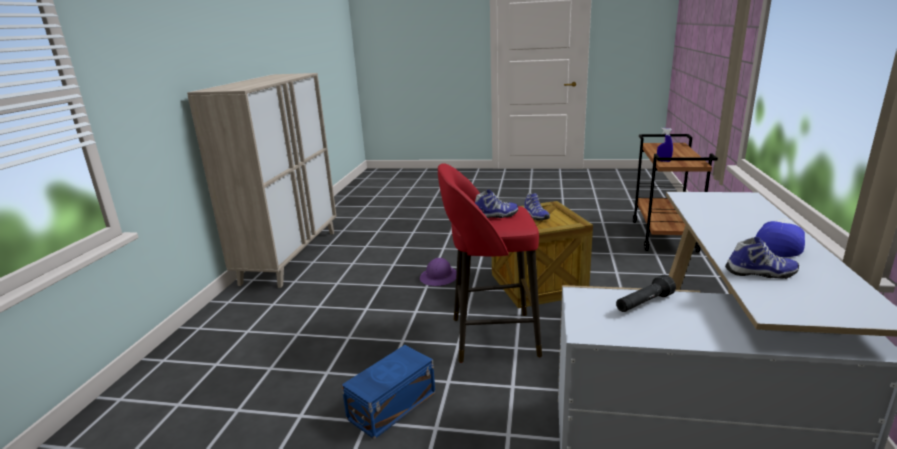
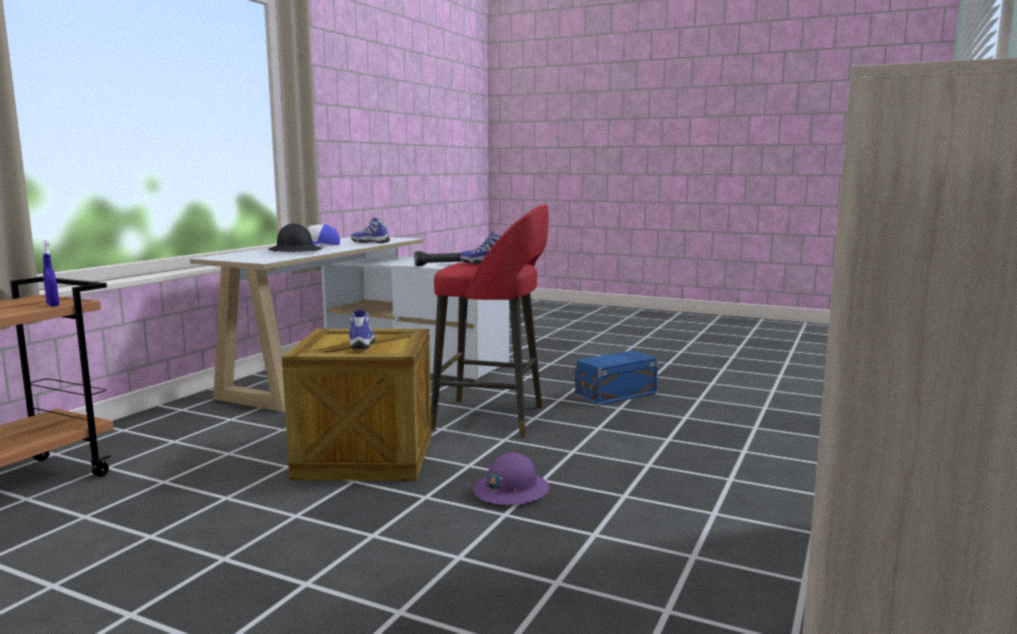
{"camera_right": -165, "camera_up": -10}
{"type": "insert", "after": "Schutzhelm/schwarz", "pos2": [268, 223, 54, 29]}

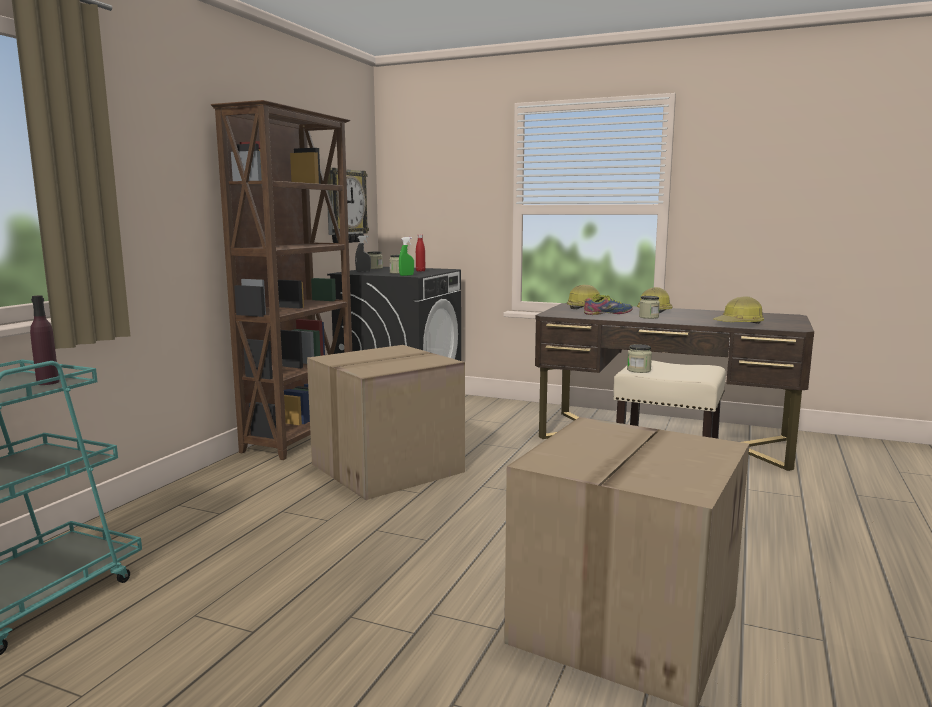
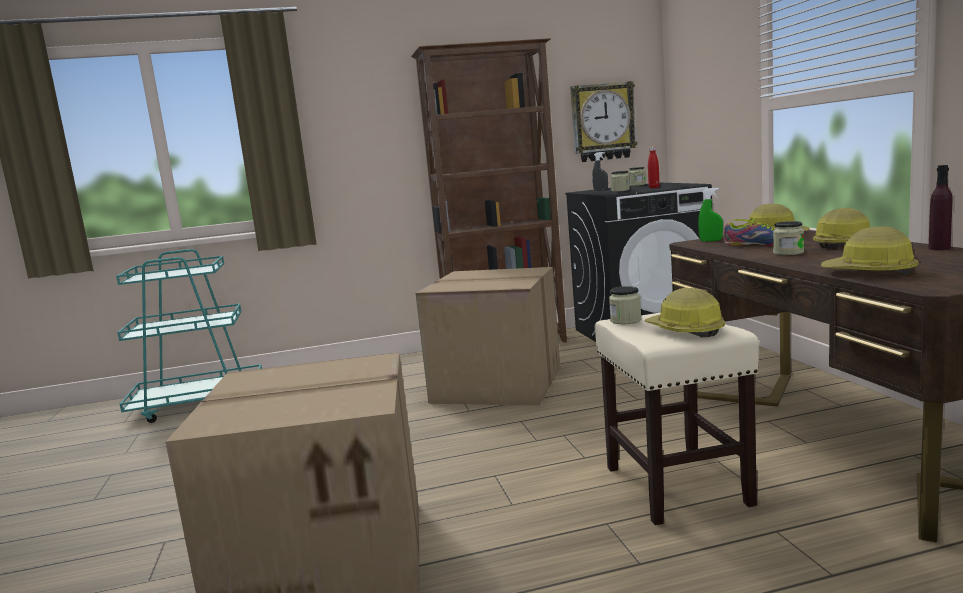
{"camera_right": 55, "camera_up": 0}
{"type": "move", "before": "Sprühflasche/grün", "pos1": [399, 237, 15, 39], "pos2": [698, 188, 25, 54]}
{"type": "move", "before": "Flasche/lila", "pos1": [30, 296, 29, 89], "pos2": [929, 165, 24, 85]}
{"type": "insert", "after": "Schutzhelm", "pos2": [645, 288, 80, 49]}

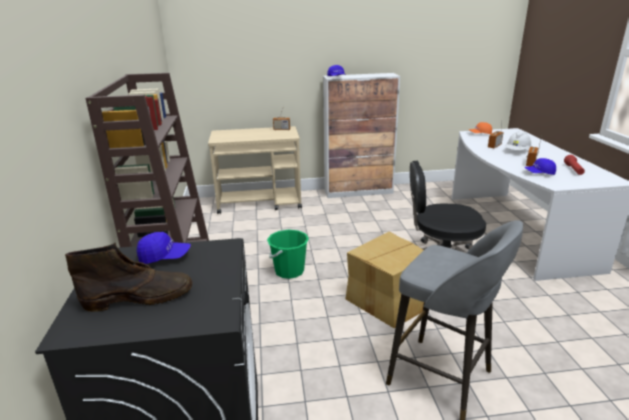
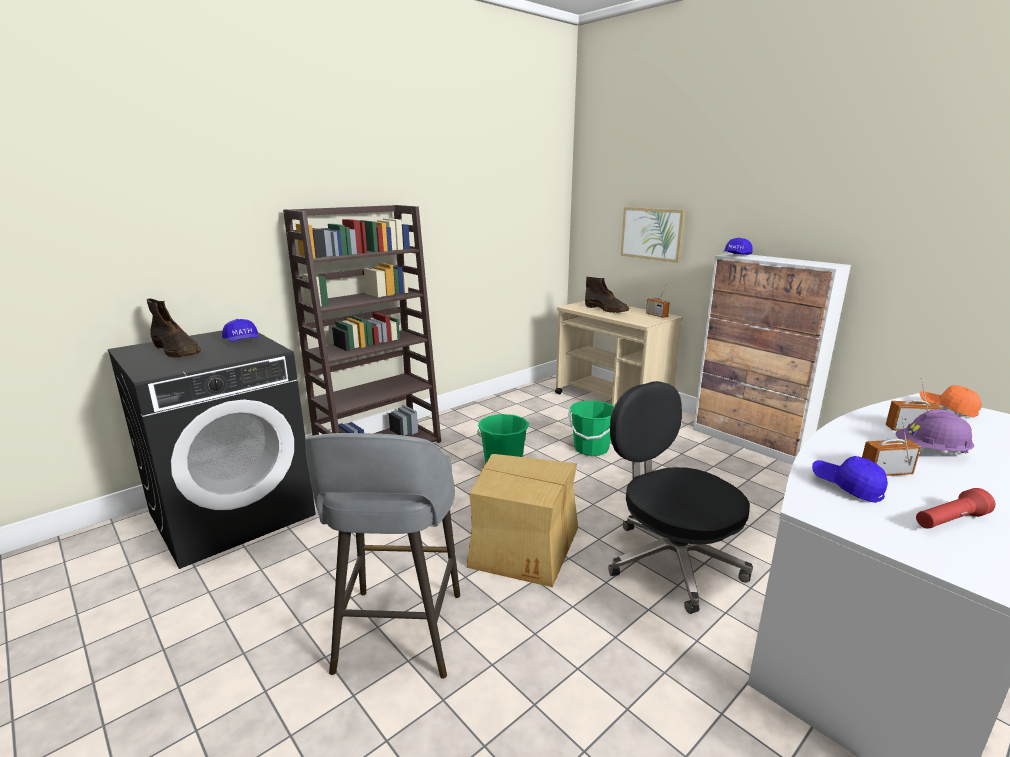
{"camera_right": 55, "camera_up": -5}
{"type": "recolor", "before": "Schutzhelm/weiß", "after": "Schutzhelm/lila", "pos1": [505, 131, 27, 19], "pos2": [896, 409, 78, 45]}
{"type": "insert", "after": "Bild", "pos2": [621, 207, 65, 56]}
{"type": "insert", "after": "Stiefel/braun", "pos2": [585, 277, 44, 36]}
{"type": "insert", "after": "Eimer/grün", "pos2": [568, 400, 46, 56]}

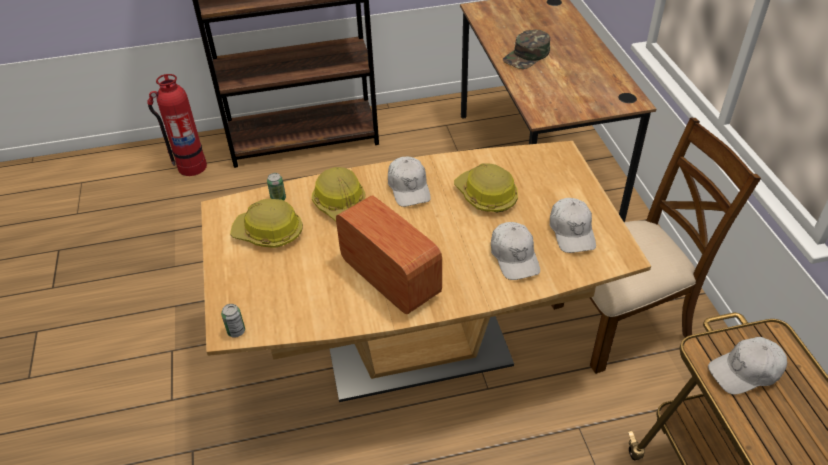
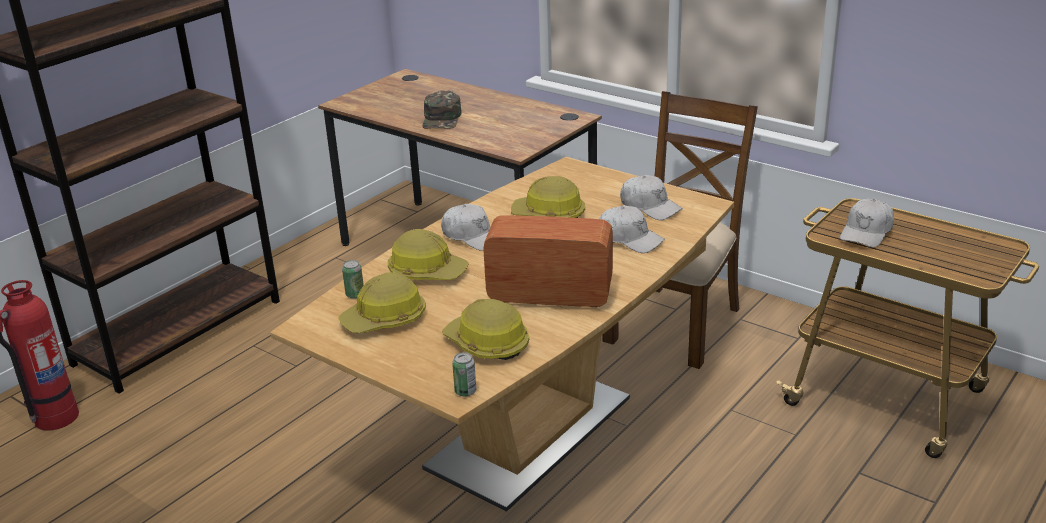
{"camera_right": -40, "camera_up": -15}
{"type": "insert", "after": "Schutzhelm", "pos2": [442, 299, 87, 61]}

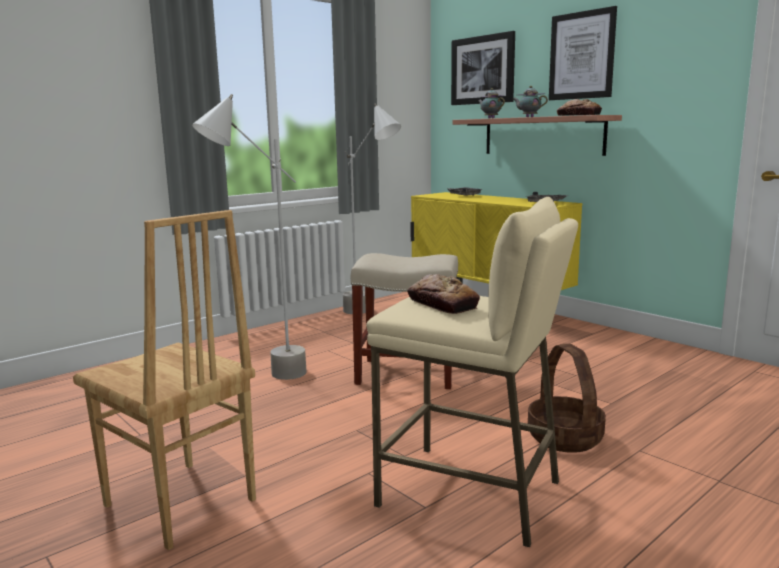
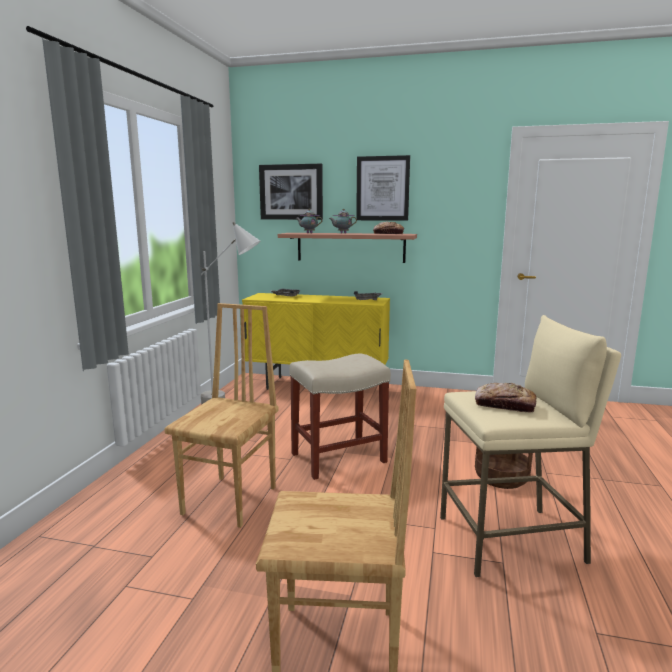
{"camera_right": -35, "camera_up": 0}
{"type": "replace", "before": "Stehlampe/grau", "after": "Stuhl/braun", "pos1": [192, 94, 115, 286], "pos2": [165, 303, 114, 225]}

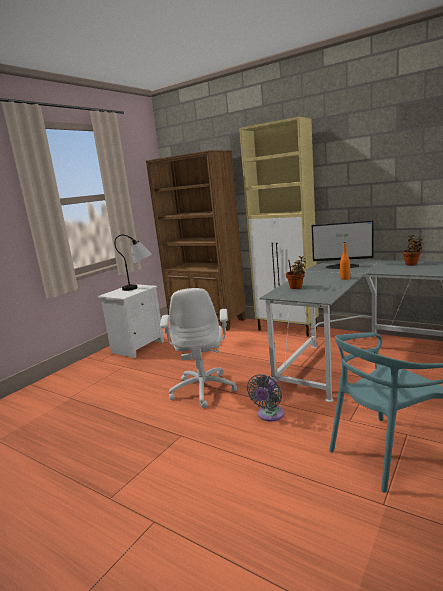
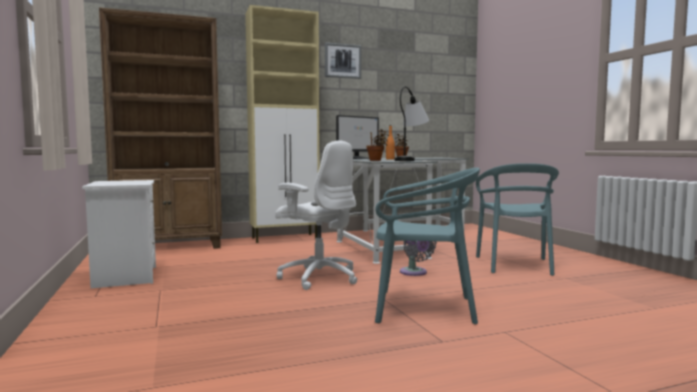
{"camera_right": -55, "camera_up": -10}
{"type": "move", "before": "Tischlampe", "pos1": [114, 234, 38, 57], "pos2": [394, 86, 35, 75]}
{"type": "insert", "after": "Bild", "pos2": [325, 43, 36, 36]}
{"type": "insert", "after": "Stuhl/türkis", "pos2": [375, 167, 105, 157]}

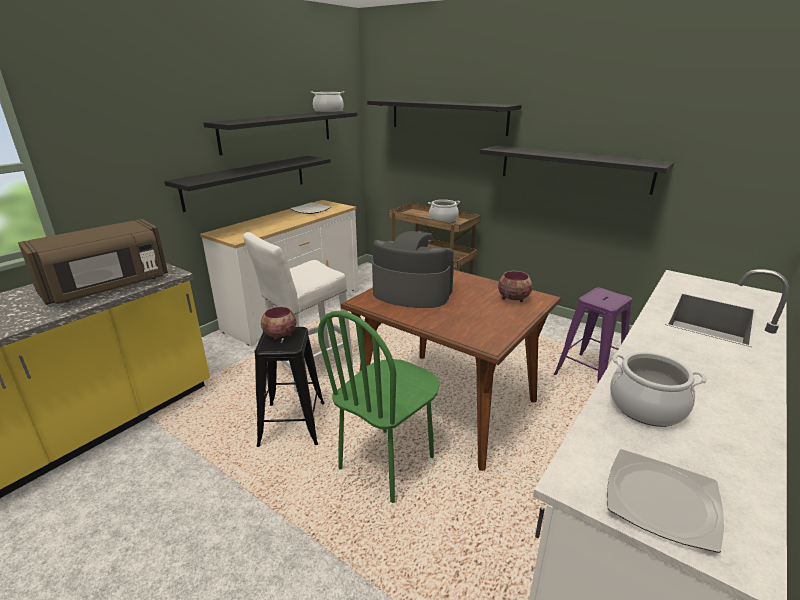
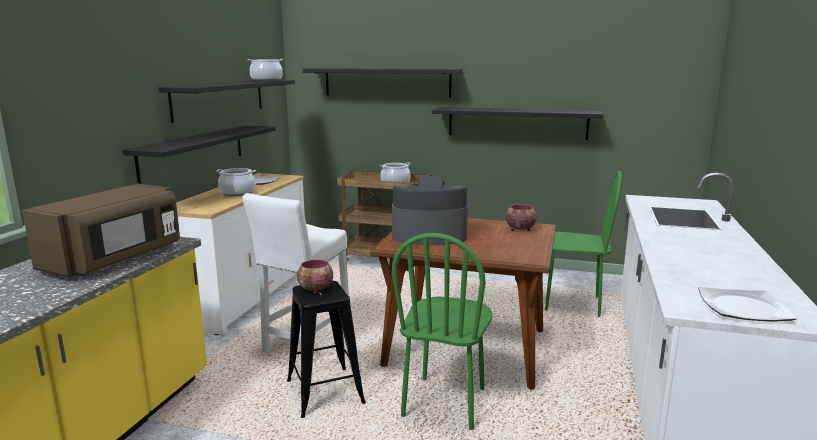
{"camera_right": -20, "camera_up": -10}
{"type": "replace", "before": "Hocker/lila", "after": "Stuhl/grün", "pos1": [554, 288, 78, 95], "pos2": [545, 171, 77, 146]}
{"type": "move", "before": "Kochtopf", "pos1": [610, 352, 97, 75], "pos2": [216, 168, 40, 28]}

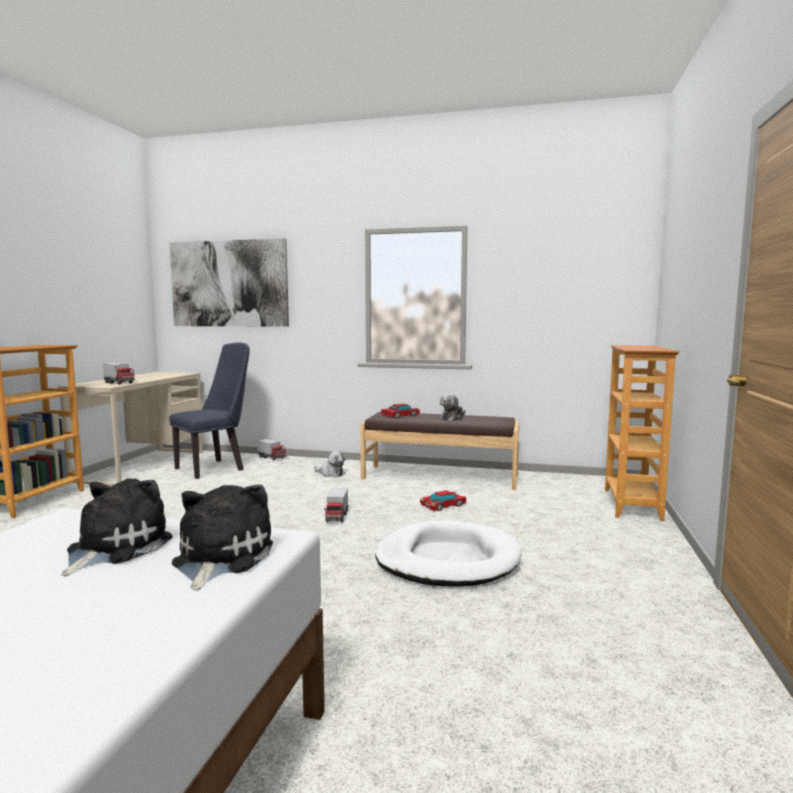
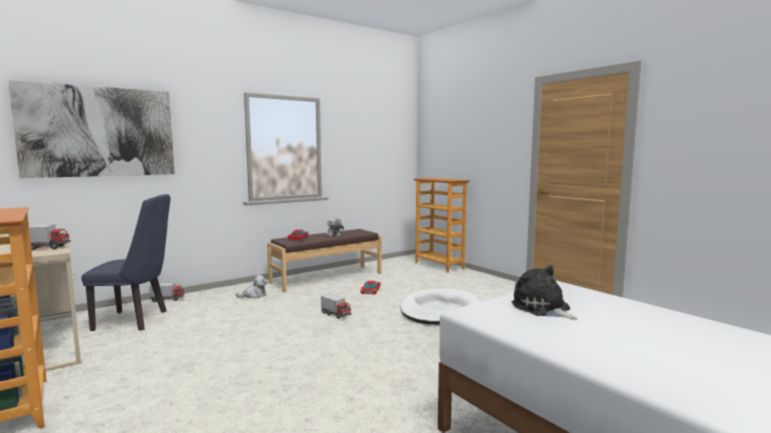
{"camera_right": -50, "camera_up": 0}
{"type": "rotate", "before": "Stuhl/blau", "pos1": [169, 343, 81, 136], "pos2": [81, 194, 89, 137], "turn": 90}
{"type": "delete", "before": "Plüschtier", "pos1": [172, 484, 101, 106]}

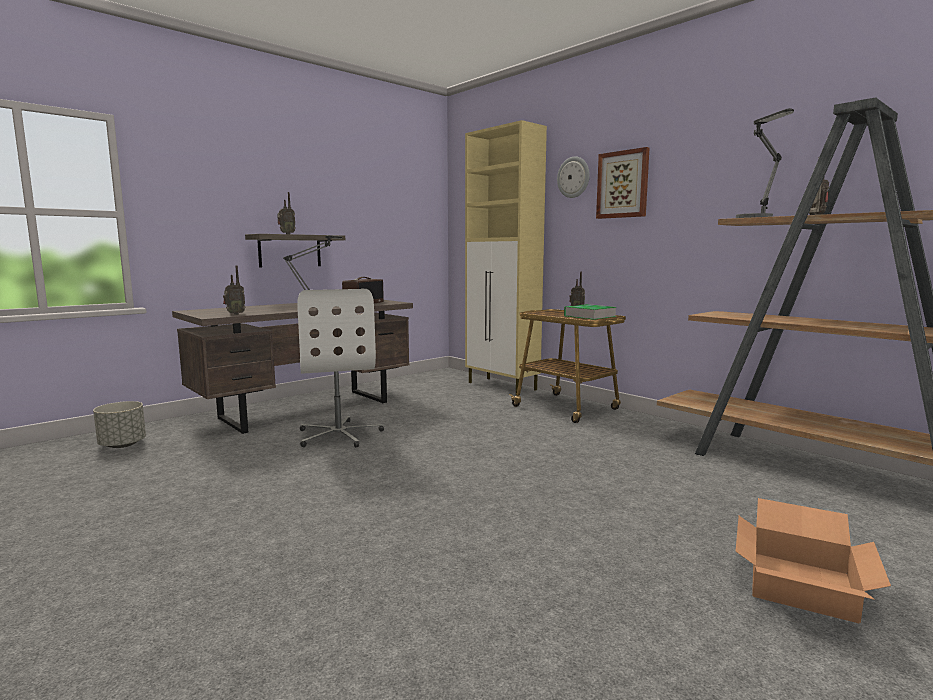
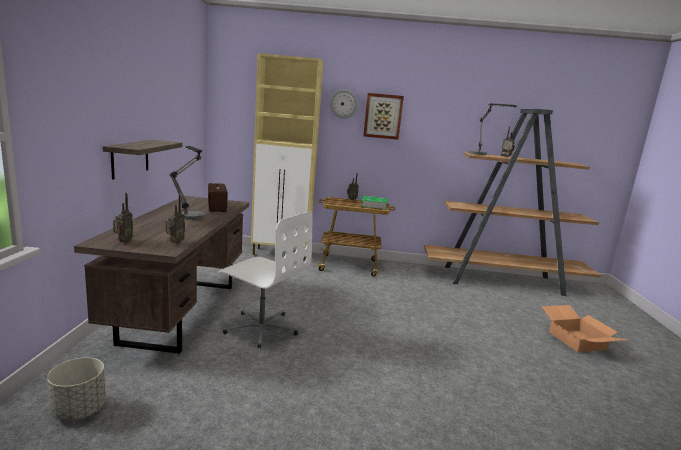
{"camera_right": -45, "camera_up": 5}
{"type": "move", "before": "Radio", "pos1": [277, 192, 19, 42], "pos2": [113, 193, 20, 50]}

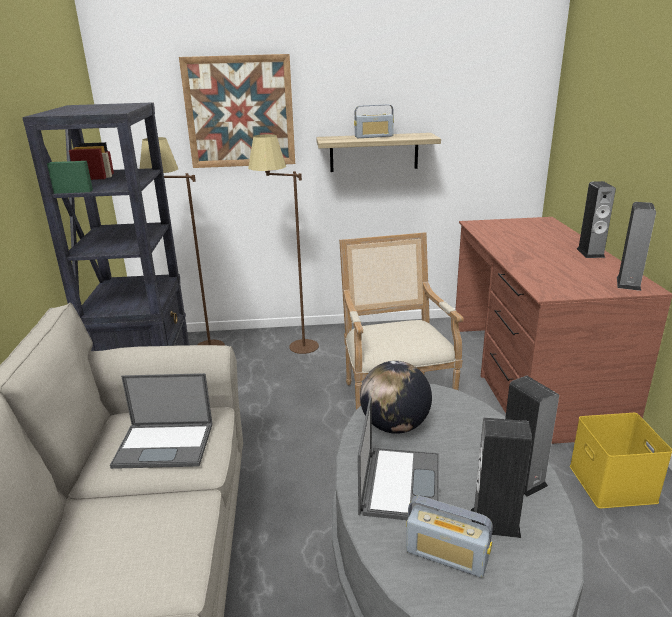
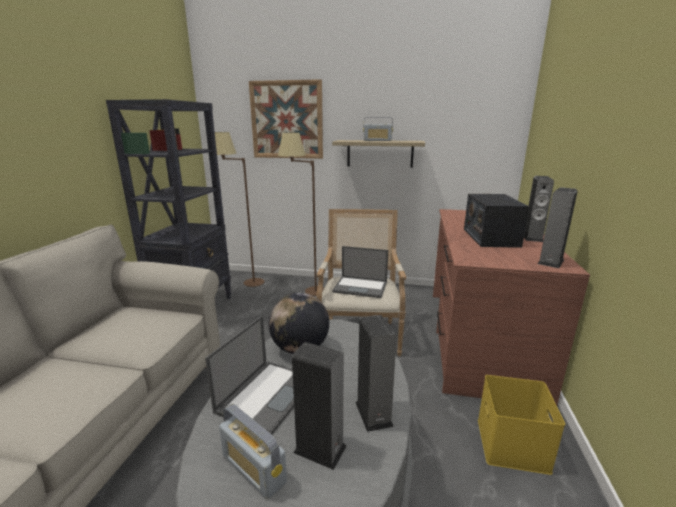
{"camera_right": 15, "camera_up": -5}
{"type": "move", "before": "Laptop", "pos1": [110, 373, 103, 96], "pos2": [332, 246, 56, 52]}
{"type": "insert", "after": "Radio", "pos2": [464, 194, 65, 54]}

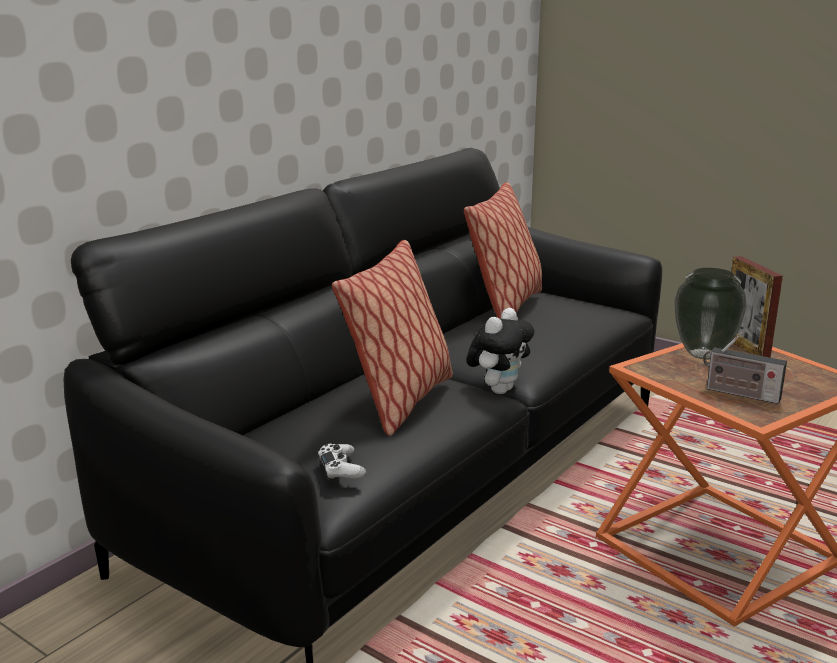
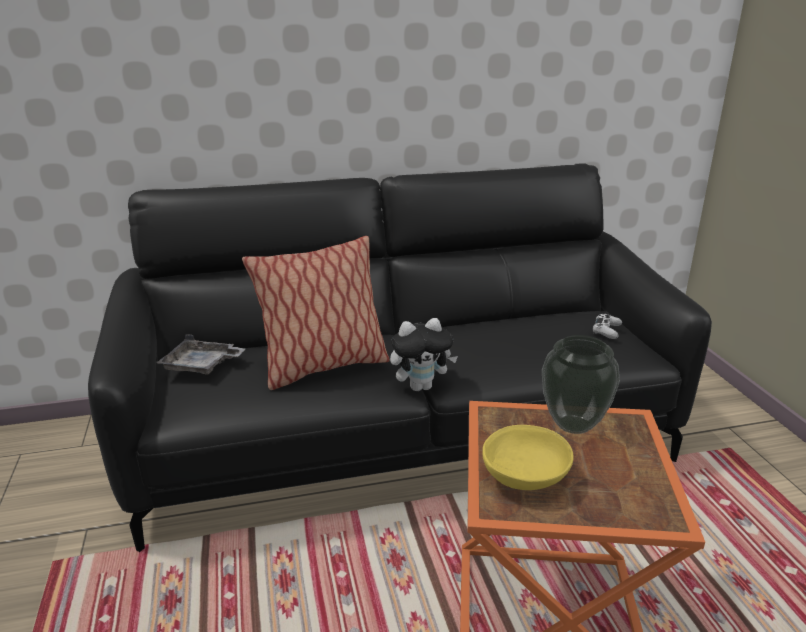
{"camera_right": 40, "camera_up": 5}
{"type": "delete", "before": "Kissen", "pos1": [464, 182, 78, 137]}
{"type": "delete", "before": "Bilderrahmen", "pos1": [731, 256, 52, 102]}
{"type": "replace", "before": "Radio", "after": "Schüssel/gelb", "pos1": [703, 332, 84, 72], "pos2": [482, 425, 92, 65]}
{"type": "move", "before": "Gamepad/weiß", "pos1": [318, 444, 48, 37], "pos2": [592, 314, 30, 25]}
{"type": "insert", "after": "Tablett/grau", "pos2": [157, 334, 89, 41]}

